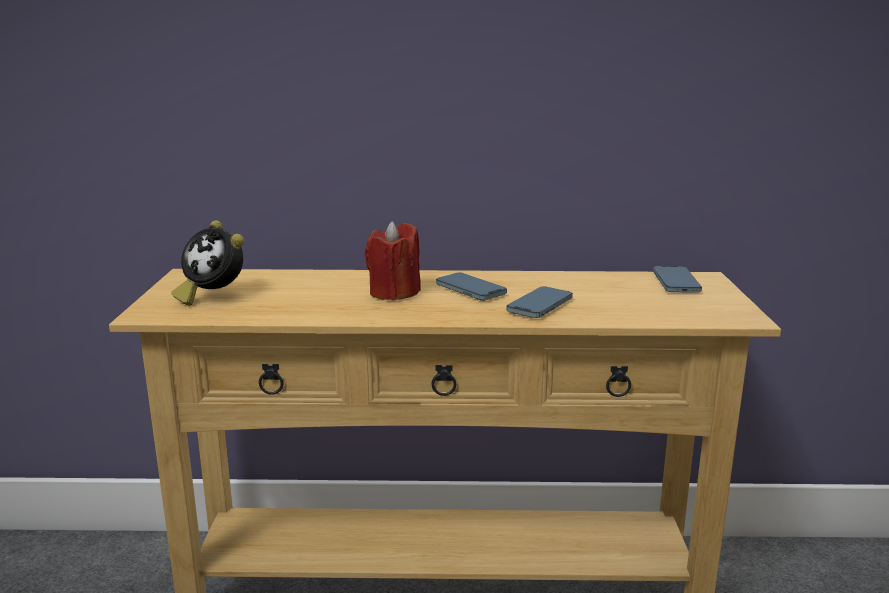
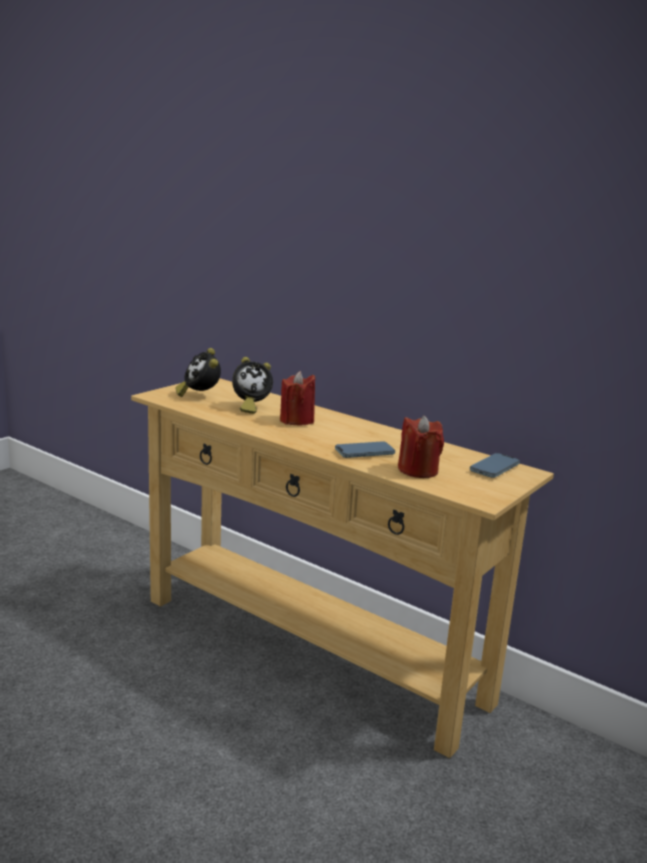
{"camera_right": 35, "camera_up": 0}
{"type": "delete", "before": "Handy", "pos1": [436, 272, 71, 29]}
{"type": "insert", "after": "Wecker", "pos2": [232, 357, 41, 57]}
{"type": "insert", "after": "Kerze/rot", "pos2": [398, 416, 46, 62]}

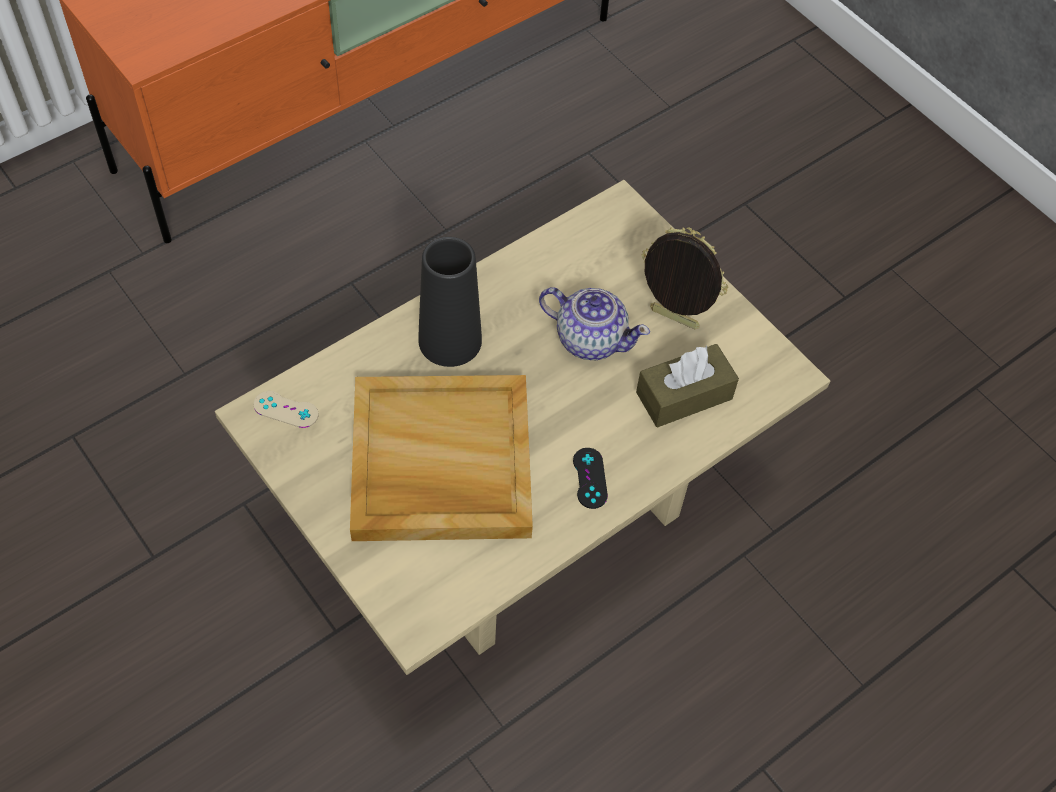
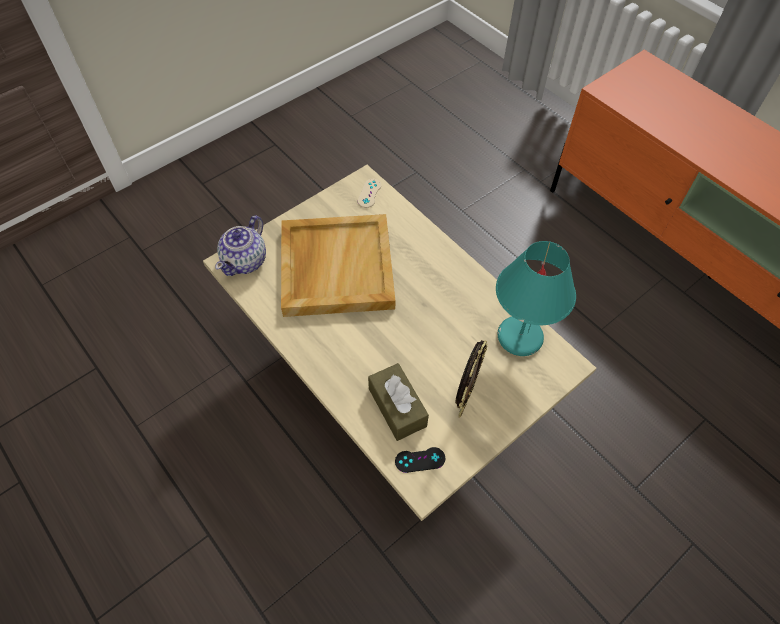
{"camera_right": 90, "camera_up": 0}
{"type": "delete", "before": "Vase/schwarz", "pos1": [418, 237, 64, 130]}
{"type": "move", "before": "Teekanne", "pos1": [539, 287, 111, 73], "pos2": [215, 215, 51, 61]}
{"type": "move", "before": "Gamepad/schwarz", "pos1": [573, 448, 35, 61], "pos2": [395, 447, 50, 26]}
{"type": "insert", "after": "Tischlampe/türkis", "pos2": [496, 241, 80, 115]}

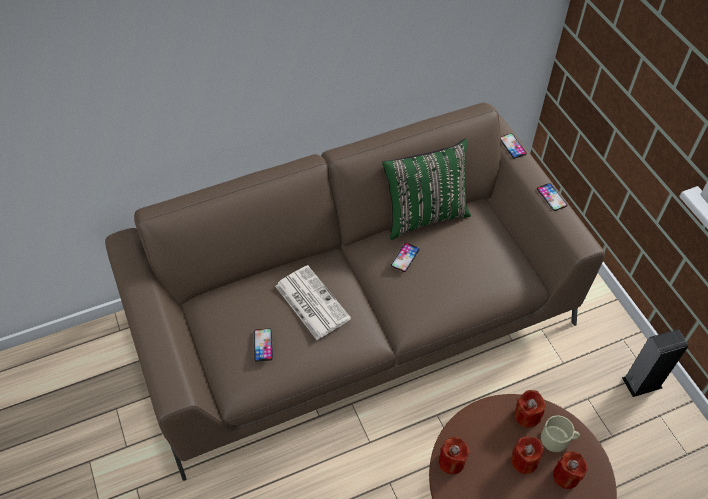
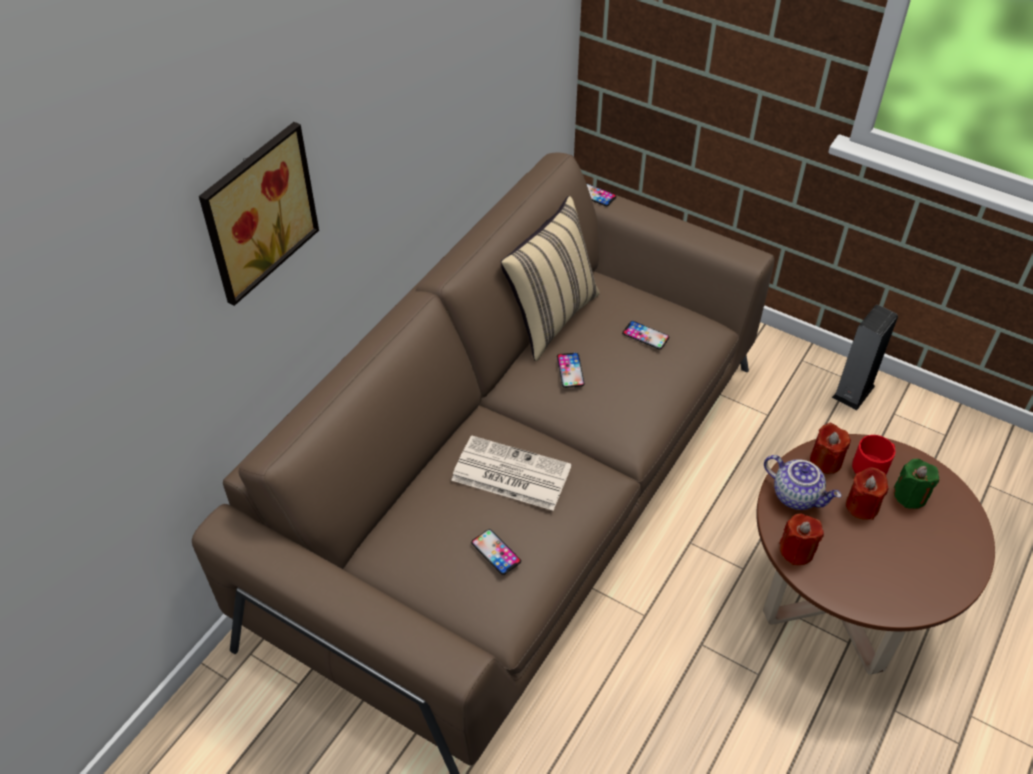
{"camera_right": -35, "camera_up": -5}
{"type": "recolor", "before": "Kissen/grün", "after": "Kissen/beige", "pos1": [382, 139, 89, 101], "pos2": [500, 196, 100, 165]}
{"type": "move", "before": "Handy", "pos1": [537, 183, 30, 28], "pos2": [622, 321, 47, 29]}
{"type": "recolor", "before": "Henkelbecher/beige", "after": "Henkelbecher/rot", "pos1": [541, 415, 39, 37], "pos2": [852, 435, 43, 39]}
{"type": "recolor", "before": "Kerze/rot", "after": "Kerze/grün", "pos1": [553, 451, 35, 38], "pos2": [894, 459, 45, 50]}
{"type": "insert", "after": "Bild", "pos2": [199, 122, 120, 184]}
{"type": "insert", "after": "Teekanne", "pos2": [764, 455, 77, 55]}

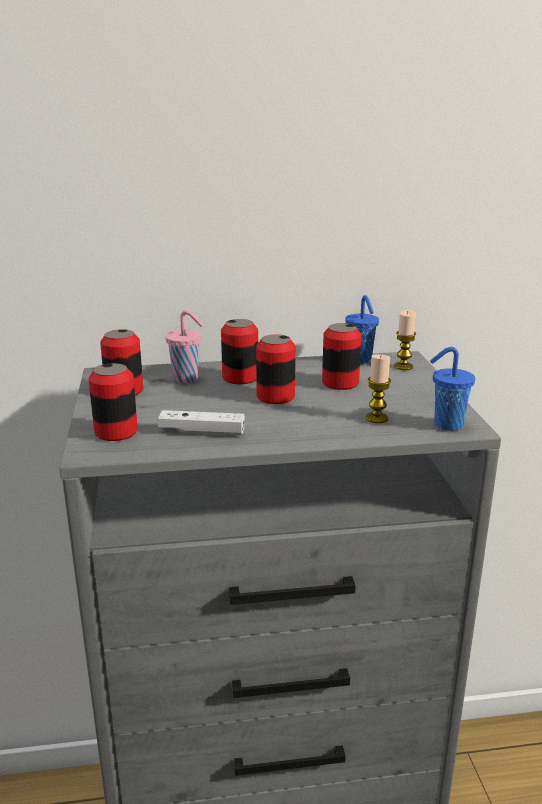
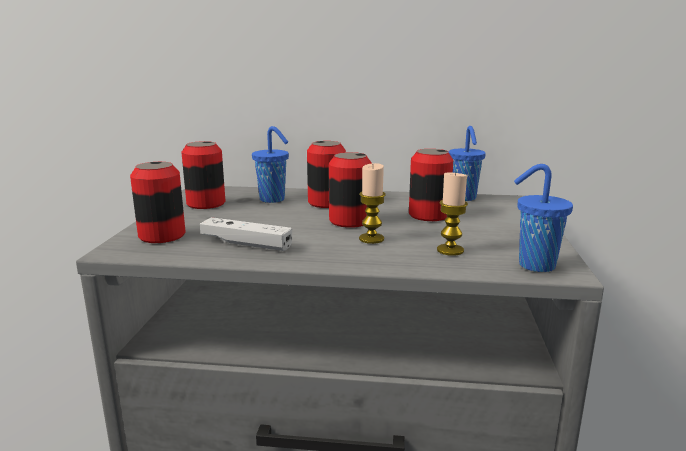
{"camera_right": 15, "camera_up": -5}
{"type": "recolor", "before": "Tasse/rosa", "after": "Tasse/blau", "pos1": [165, 310, 38, 73], "pos2": [252, 126, 37, 77]}
{"type": "move", "before": "Kerze", "pos1": [394, 310, 22, 60], "pos2": [359, 163, 27, 81]}

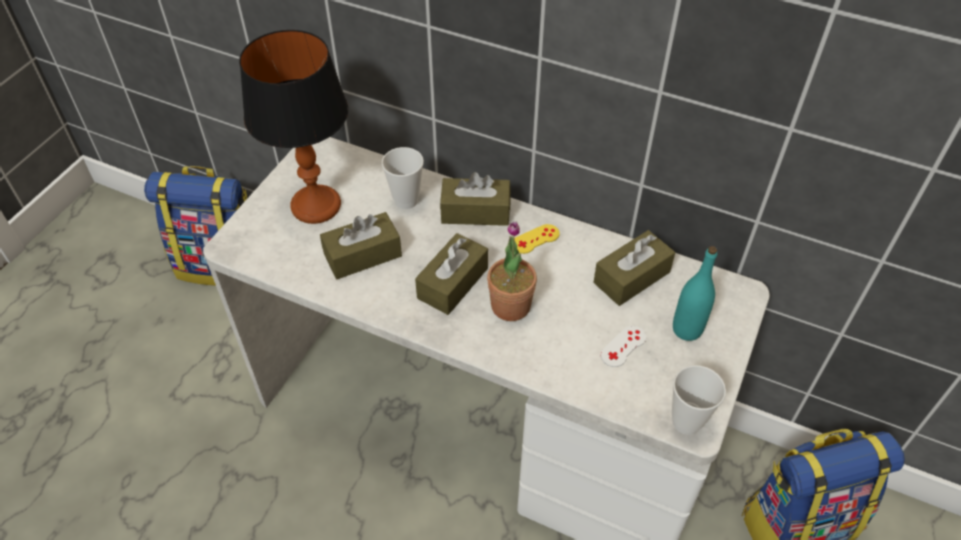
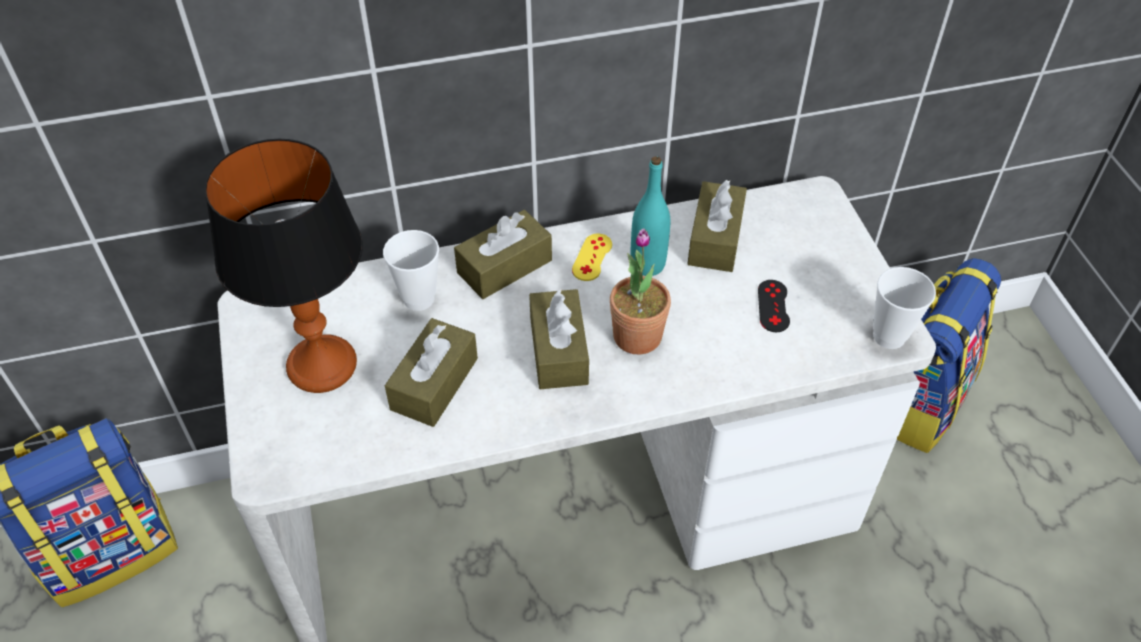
{"camera_right": -40, "camera_up": 0}
{"type": "move", "before": "Flasche/türkis", "pos1": [673, 246, 44, 95], "pos2": [630, 156, 40, 120]}
{"type": "recolor", "before": "Gamepad/weiß", "after": "Gamepad/schwarz", "pos1": [601, 326, 45, 41], "pos2": [758, 280, 32, 52]}

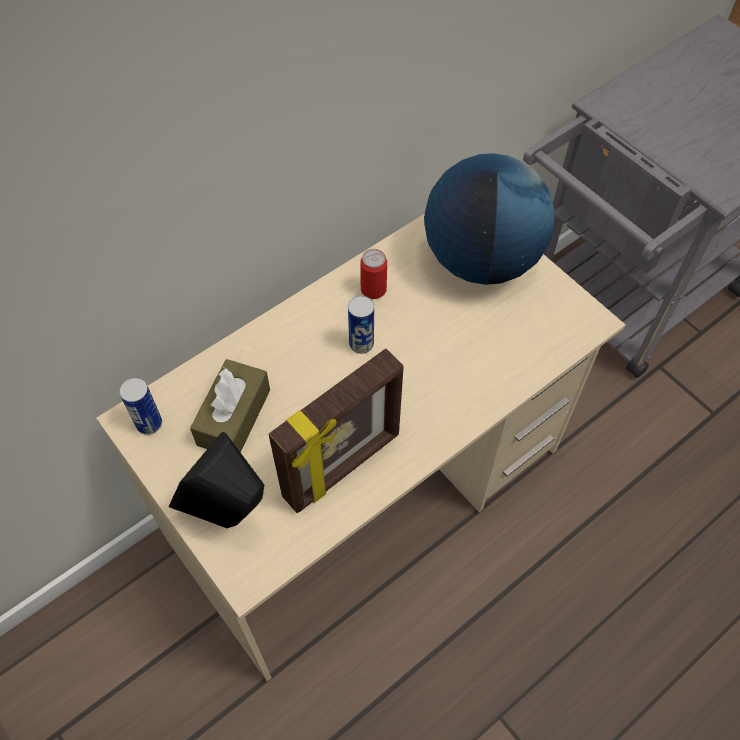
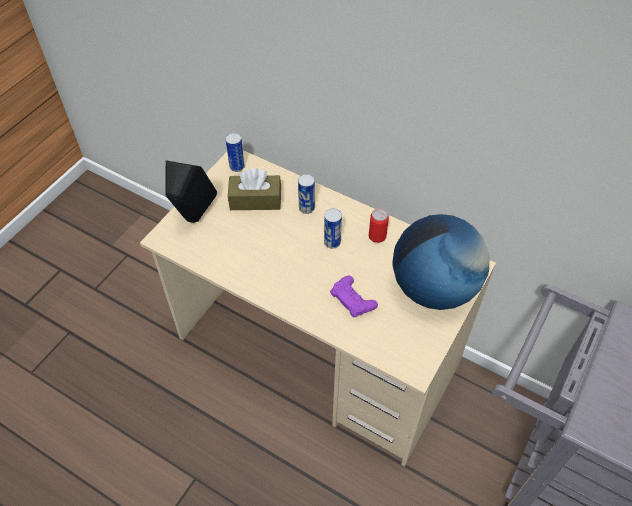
{"camera_right": 70, "camera_up": -5}
{"type": "delete", "before": "Bilderrahmen", "pos1": [268, 349, 136, 164]}
{"type": "insert", "after": "Dose", "pos2": [298, 174, 17, 40]}
{"type": "insert", "after": "Gamepad/lila", "pos2": [330, 276, 48, 42]}

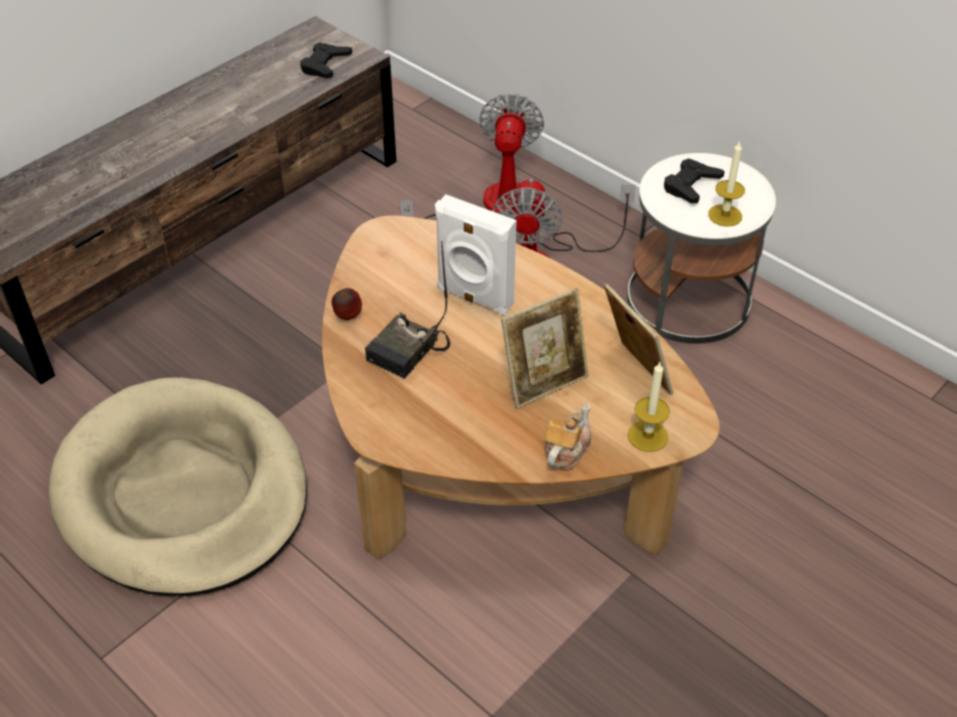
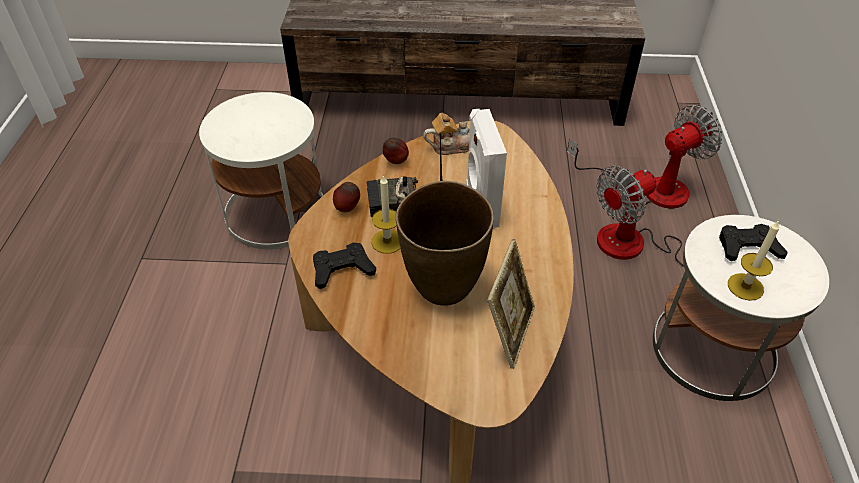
{"camera_right": 50, "camera_up": 0}
{"type": "move", "before": "Gamepad/schwarz", "pos1": [300, 43, 52, 35], "pos2": [313, 243, 63, 46]}
{"type": "replace", "before": "Bilderrahmen", "after": "Vase/braun", "pos1": [501, 288, 88, 121], "pos2": [396, 181, 98, 125]}
{"type": "move", "before": "Kerze", "pos1": [628, 362, 42, 90], "pos2": [371, 175, 30, 79]}
{"type": "replace", "before": "Hundebett/beige", "after": "Beistelltisch/weiß", "pos1": [49, 377, 258, 219], "pos2": [199, 92, 124, 157]}
{"type": "move", "before": "Teekanne", "pos1": [544, 404, 47, 67], "pos2": [423, 113, 47, 42]}
{"type": "insert", "after": "Apfel", "pos2": [333, 182, 27, 30]}

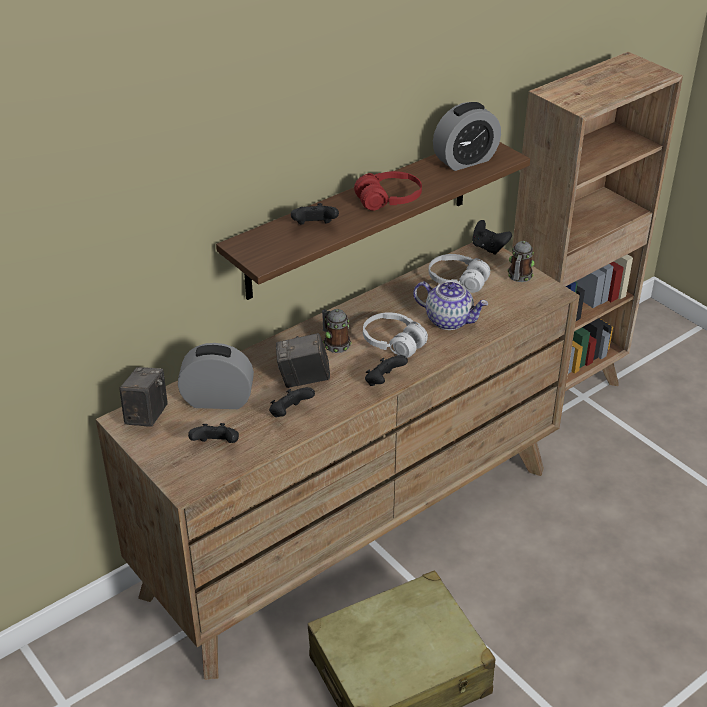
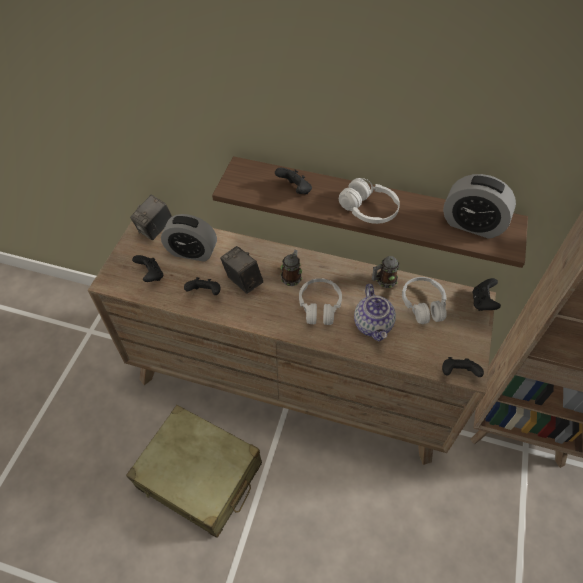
{"camera_right": 55, "camera_up": 15}
{"type": "recolor", "before": "Kopfhörer/rot", "after": "Kopfhörer/weiß", "pos1": [354, 171, 68, 40], "pos2": [339, 178, 61, 46]}
{"type": "move", "before": "Henkelbecher", "pos1": [507, 241, 28, 41], "pos2": [372, 256, 27, 32]}
{"type": "rotate", "before": "Wecker", "pos1": [178, 343, 76, 66], "pos2": [161, 214, 56, 48], "turn": 135}
{"type": "move", "before": "Gamepad/schwarz", "pos1": [365, 355, 43, 31], "pos2": [442, 357, 42, 20]}
{"type": "rotate", "before": "Kamera", "pos1": [119, 367, 49, 60], "pos2": [130, 195, 42, 45], "turn": 150}

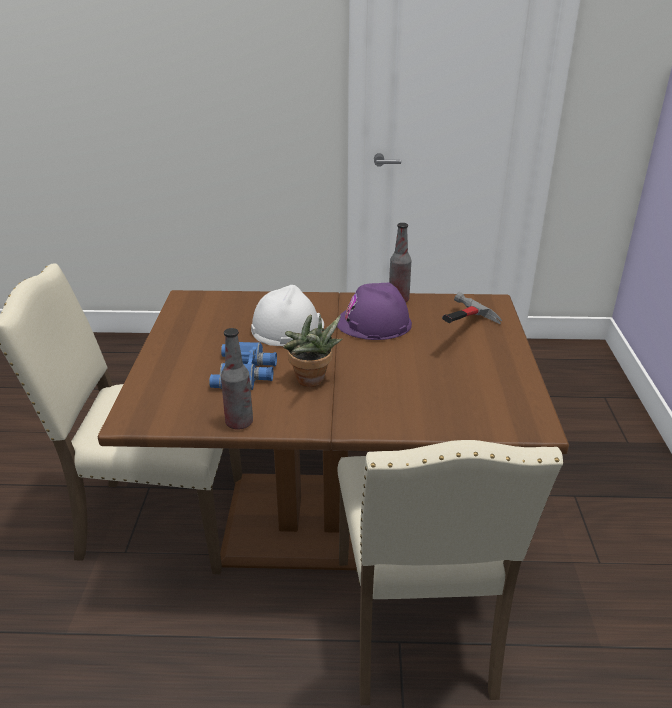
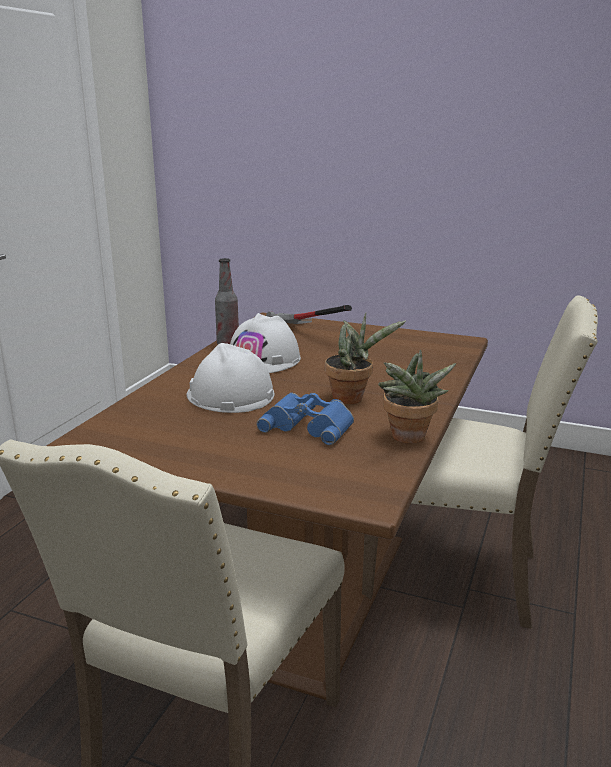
{"camera_right": -70, "camera_up": -10}
{"type": "recolor", "before": "Schutzhelm/lila", "after": "Schutzhelm/weiß", "pos1": [337, 282, 75, 58], "pos2": [230, 313, 71, 60]}
{"type": "replace", "before": "Flasche", "after": "Topfpflanze", "pos1": [221, 328, 32, 102], "pos2": [378, 350, 78, 93]}

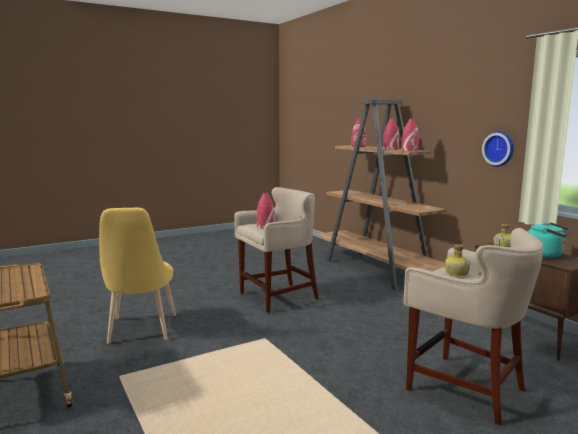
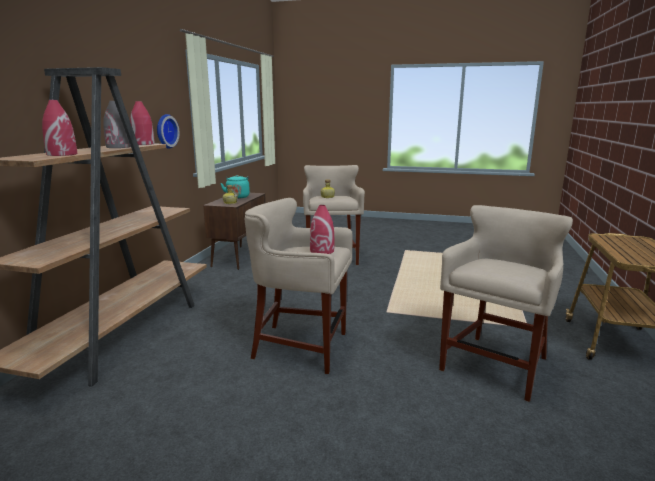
{"camera_right": -135, "camera_up": 5}
{"type": "recolor", "before": "Vase/rot", "after": "Vase/grau", "pos1": [383, 119, 16, 31], "pos2": [103, 101, 28, 47]}
{"type": "replace", "before": "Stuhl/gelb", "after": "Hocker/beige", "pos1": [99, 208, 77, 136], "pos2": [439, 205, 134, 197]}

